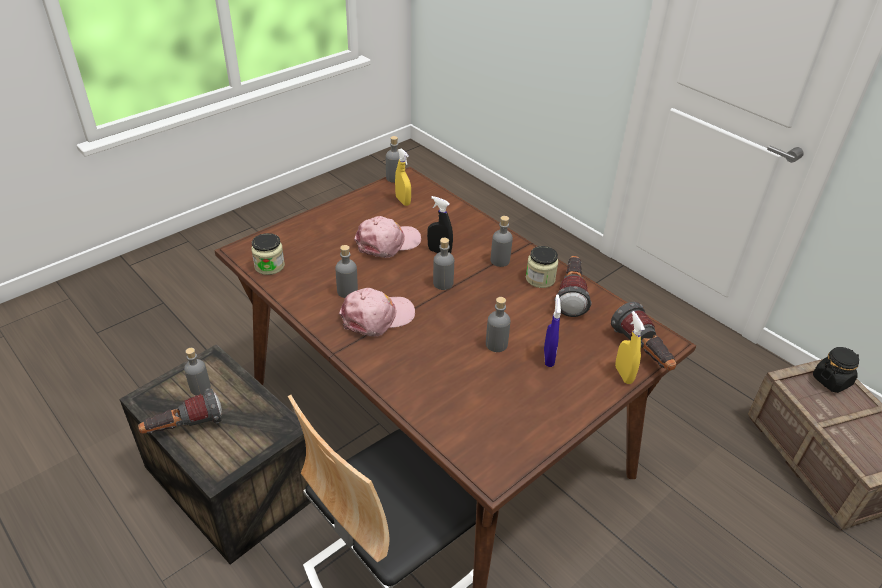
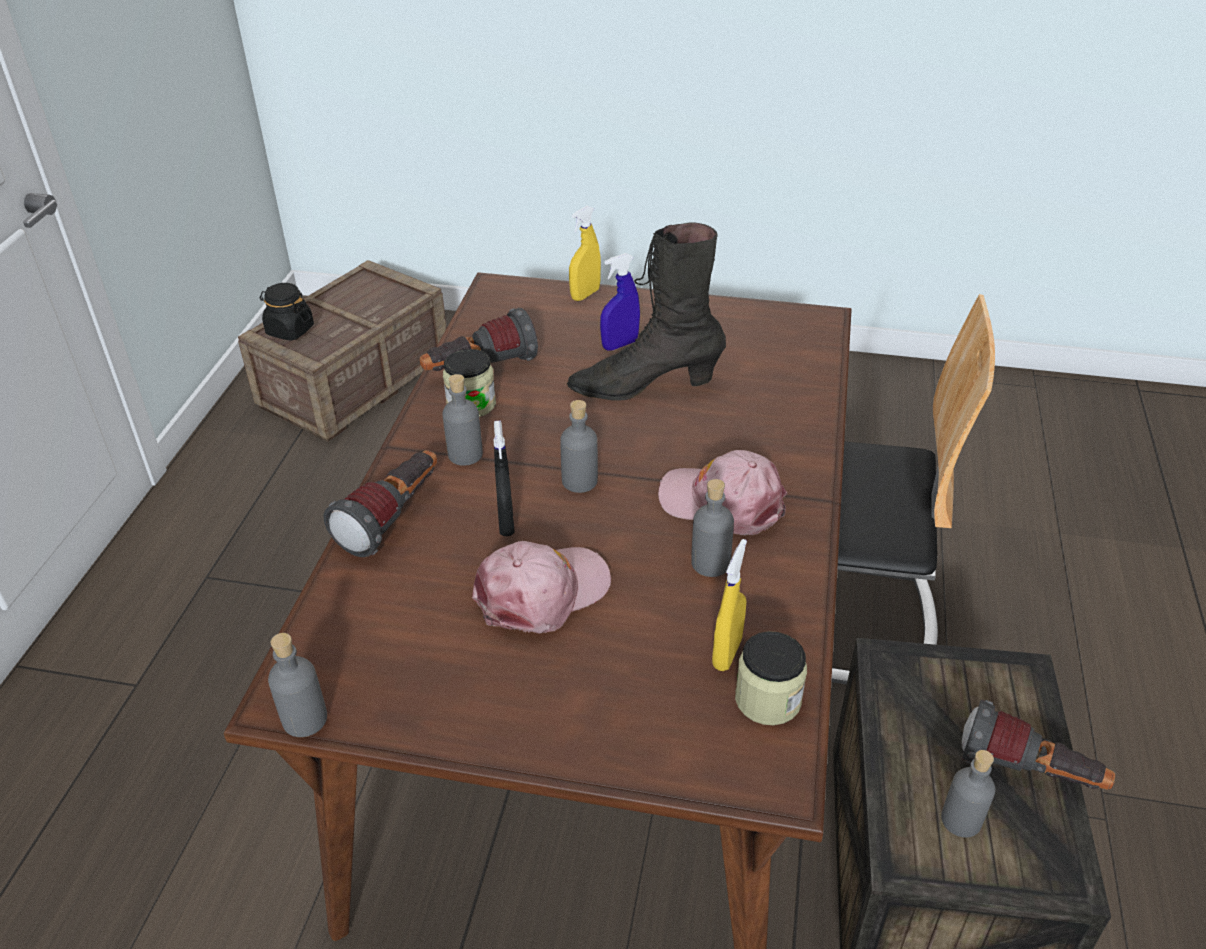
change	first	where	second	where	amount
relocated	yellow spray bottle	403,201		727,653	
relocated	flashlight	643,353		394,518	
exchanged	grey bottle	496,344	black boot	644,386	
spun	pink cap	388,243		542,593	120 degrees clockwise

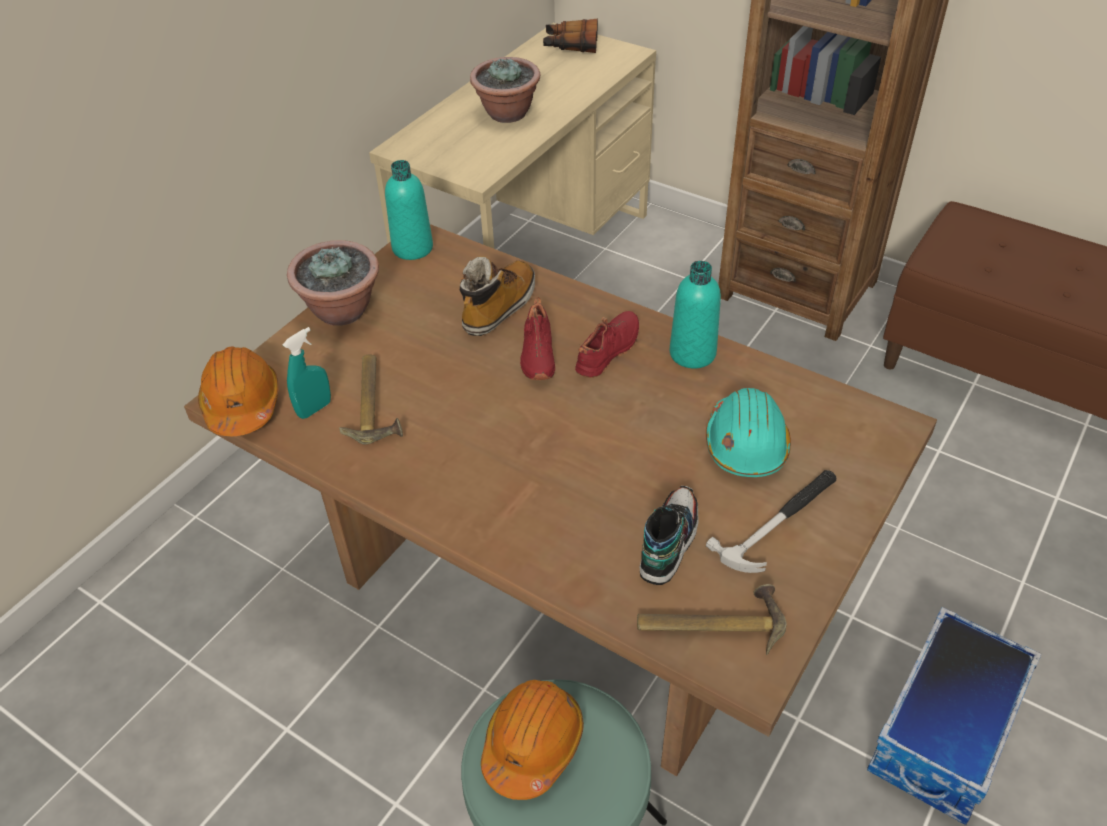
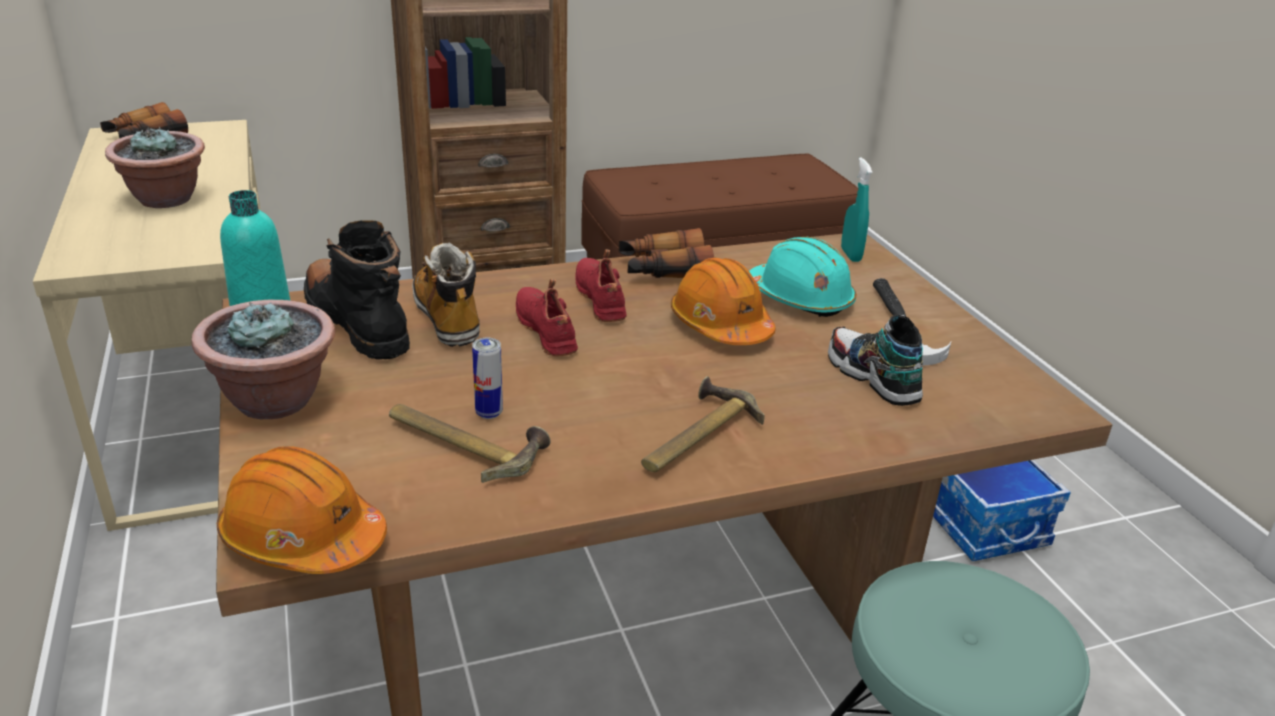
change	first	where	second	where	amount
appeared			black boot	358,323	
appeared			can	489,413	
relocated	turquoise spray bottle	314,409		850,255	
relocated	orange hard hat	532,744		720,325	
relocated	hammer	710,622		694,435	
exchanged	turquoise bottle	692,353	binoculars	663,270	
spun	red shoe	536,355		548,331	150 degrees counterclockwise

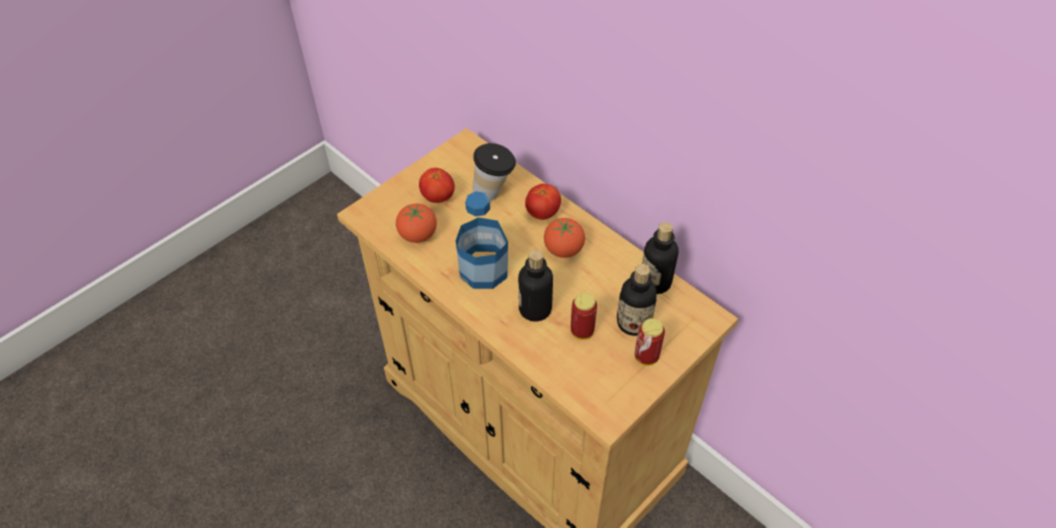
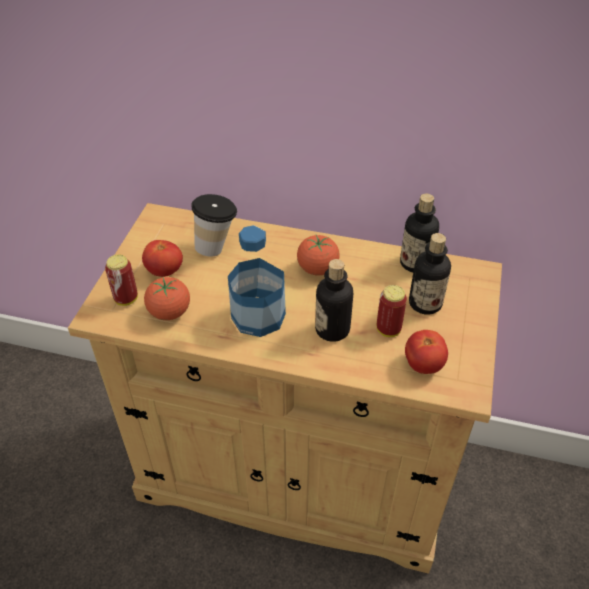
change	first	where	second	where	amount
relocated	tomato	542,213		423,365	
relocated	can	646,357		126,299	

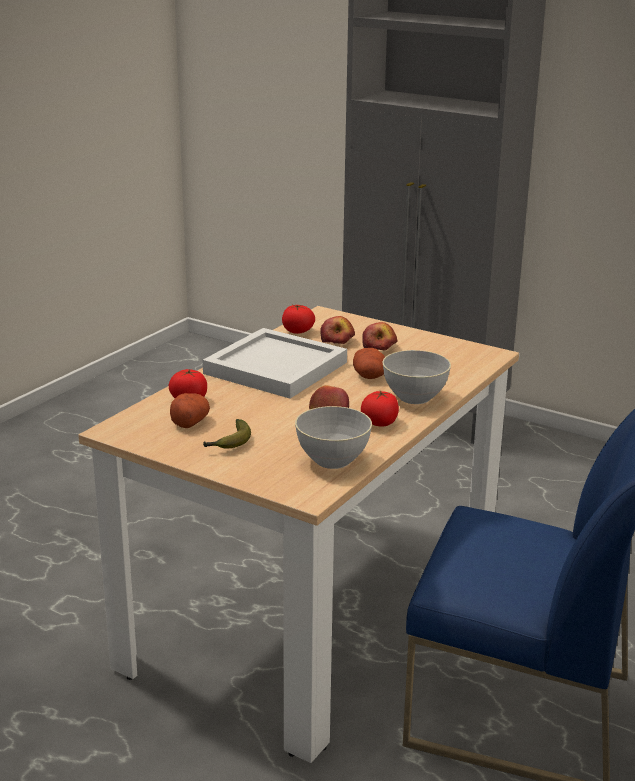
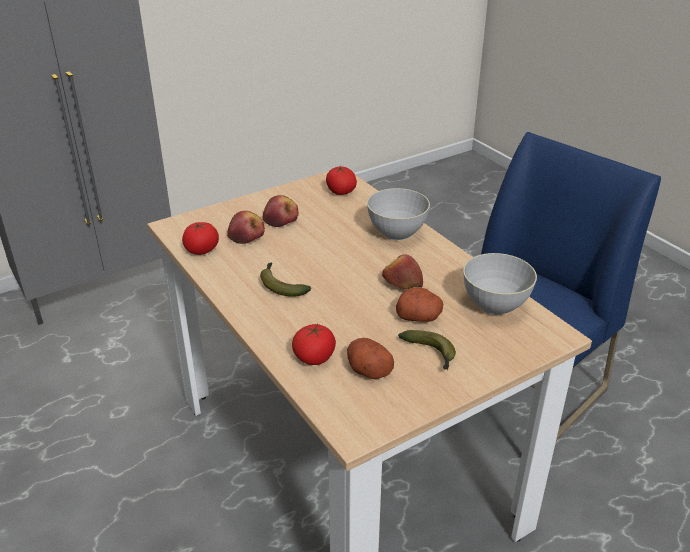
change	first	where	second	where	amount
relocated	potato	370,376		419,317	
relocated	tomato	379,423		341,192	
exchanged	white tray	276,369	banana	281,285	

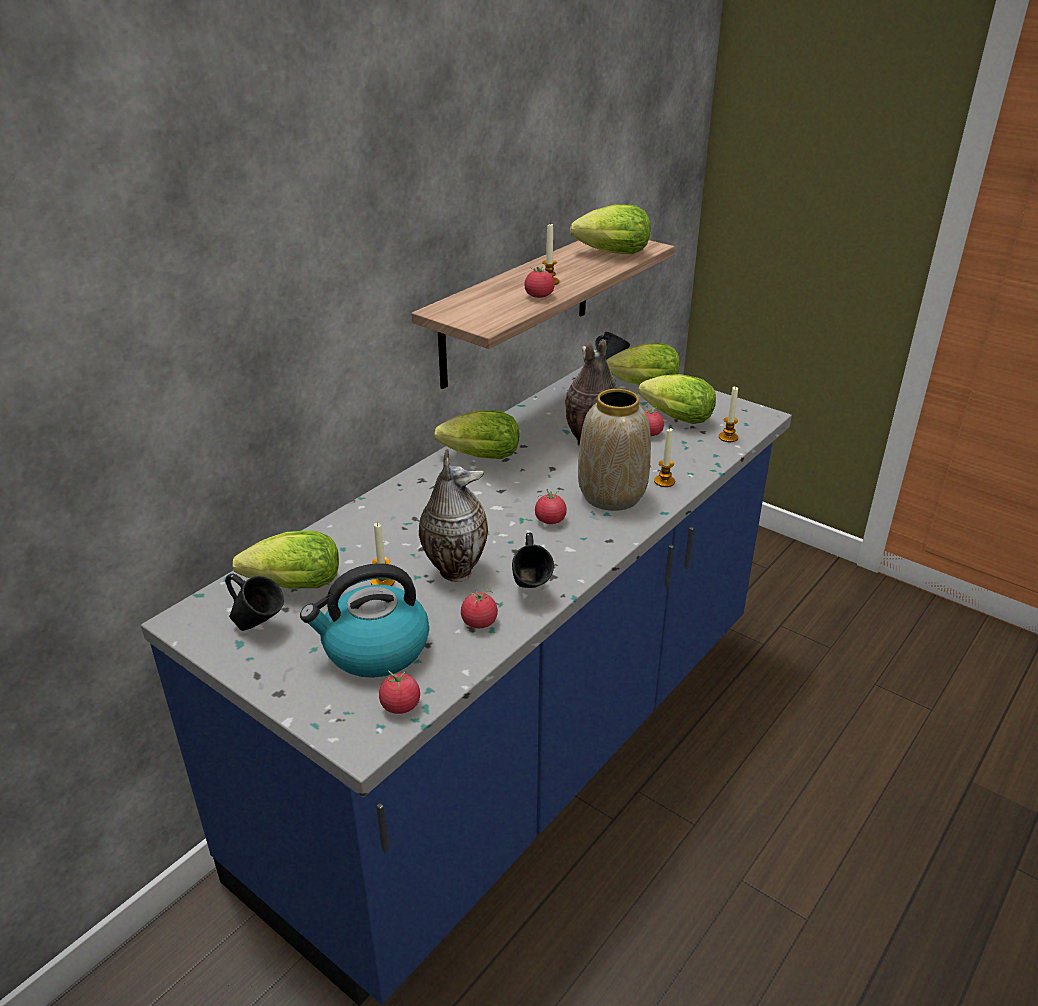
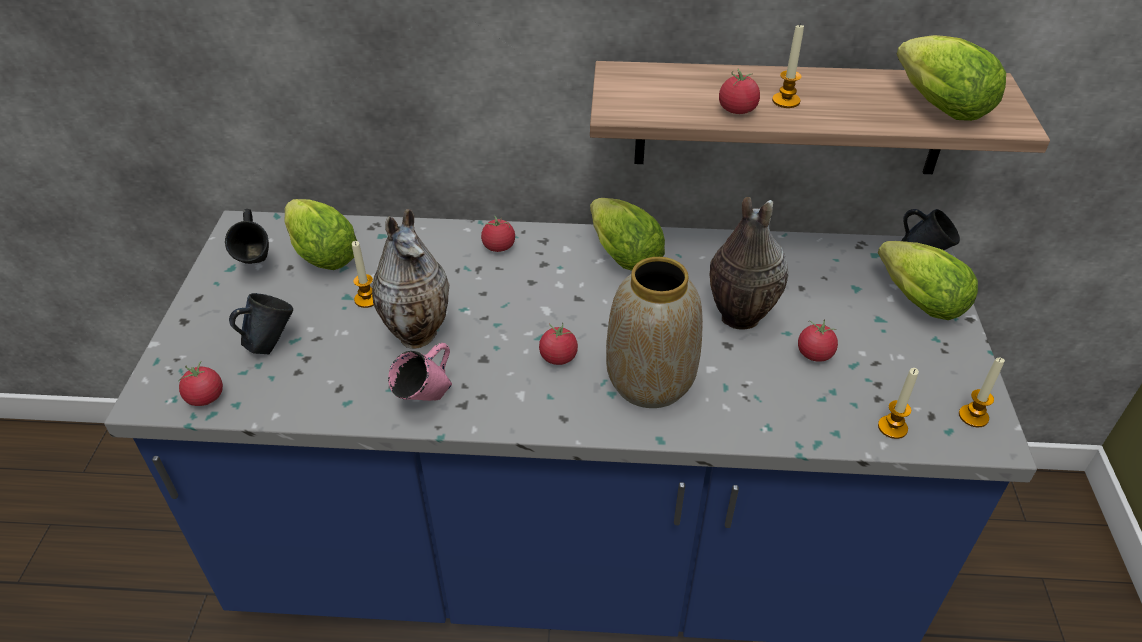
change	first	where	second	where	amount
missing	lettuce	673,418			
relocated	tomato	479,622		499,247	
relocated	candle	664,481		973,416	
exchanged	kettle	374,649	blue mug	270,344	
colour	black mug	530,591	pink mug	426,400	

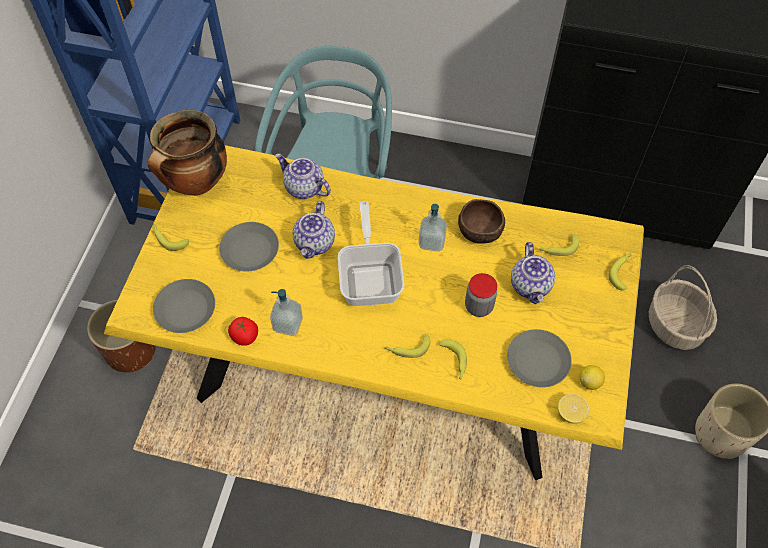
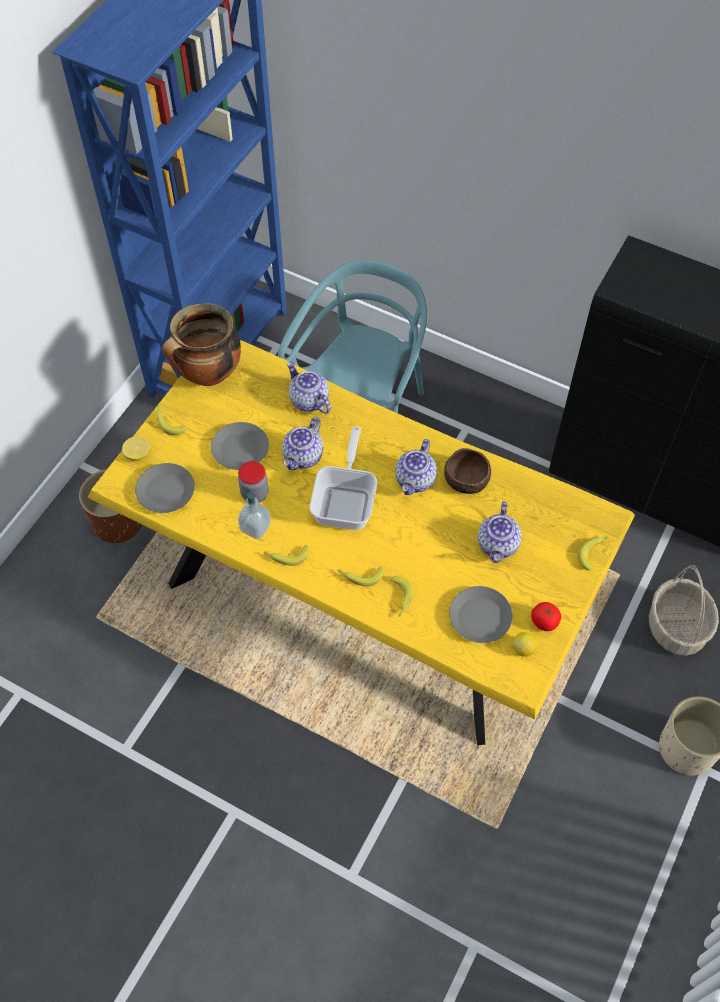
change	first	where	second	where	amount
relocated	tomato	245,336		544,621	
relocated	jar	479,306		254,494	
relocated	banana	558,248		286,556	
relocated	lemon	570,413		137,454	
exchanged	soap dispenser	432,241	teapot	415,480	

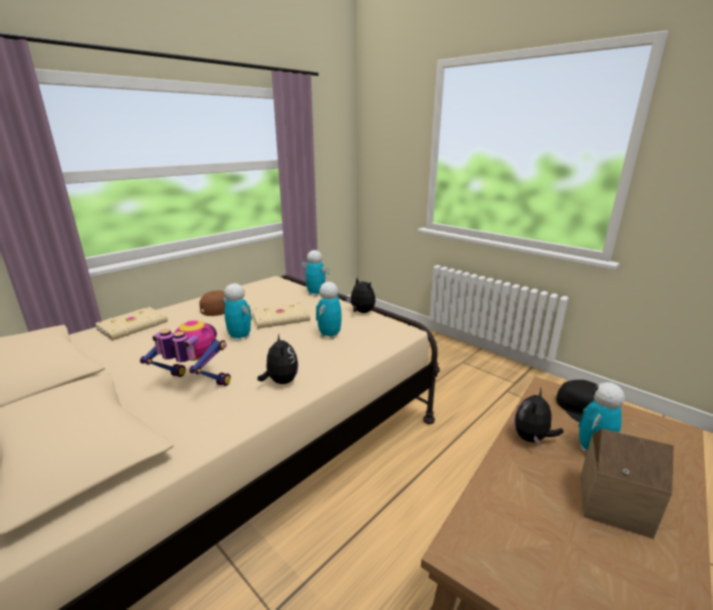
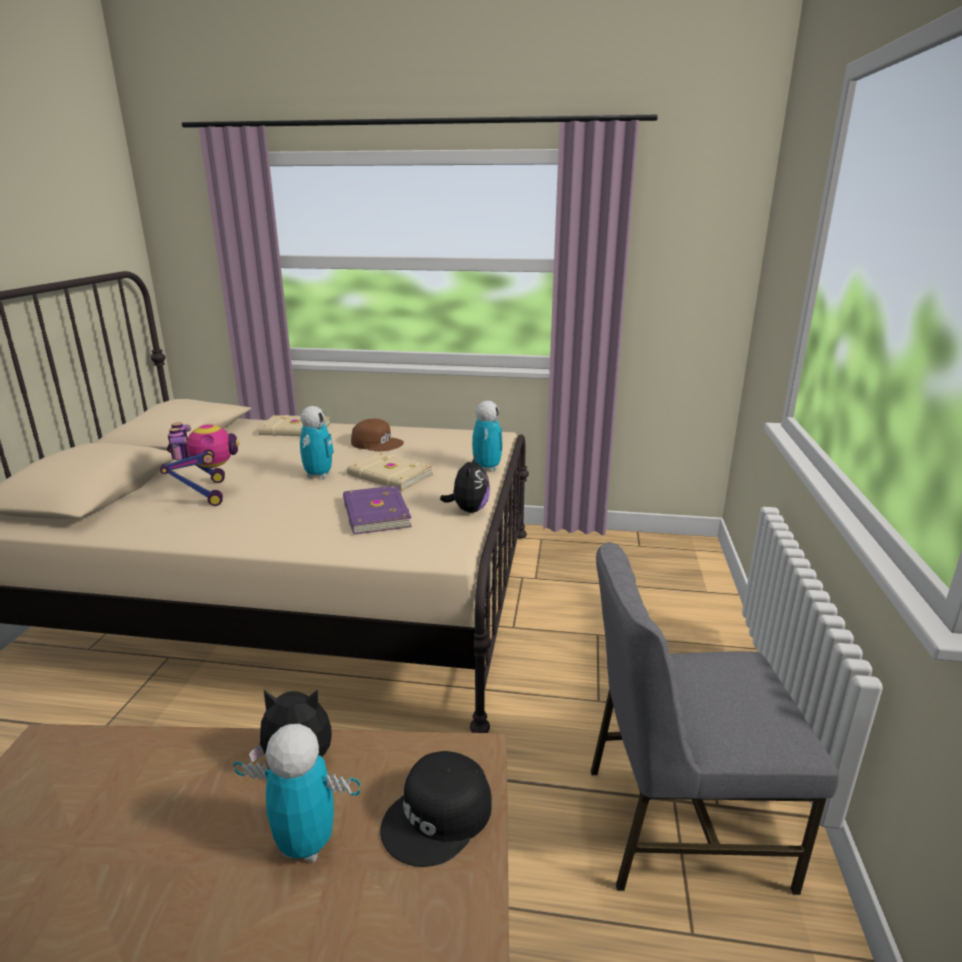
change	first	where	second	where	amount
missing	plush toy	281,381			
missing	toy house	612,501			
appeared			grey chair	679,822	
exchanged	toy robot	329,335	purple book	374,514	

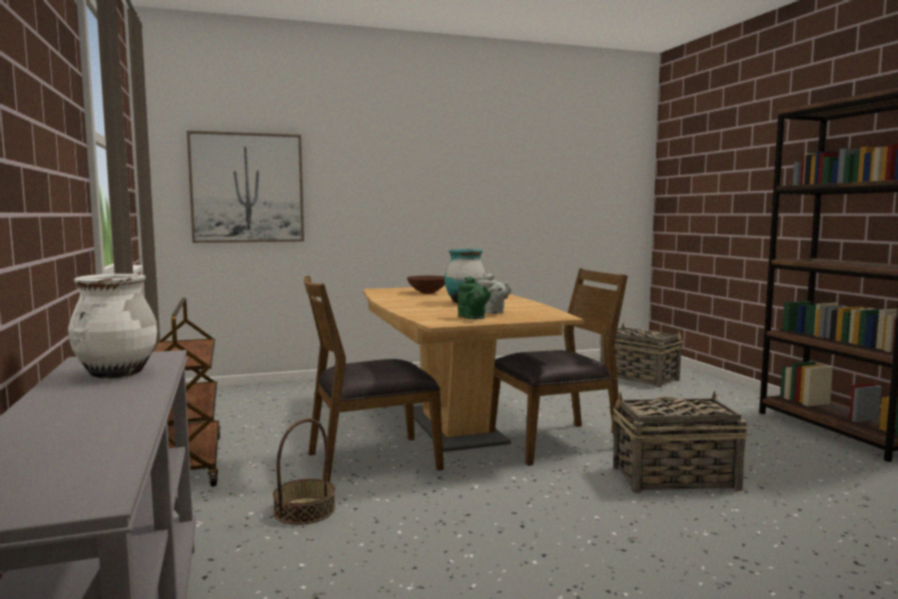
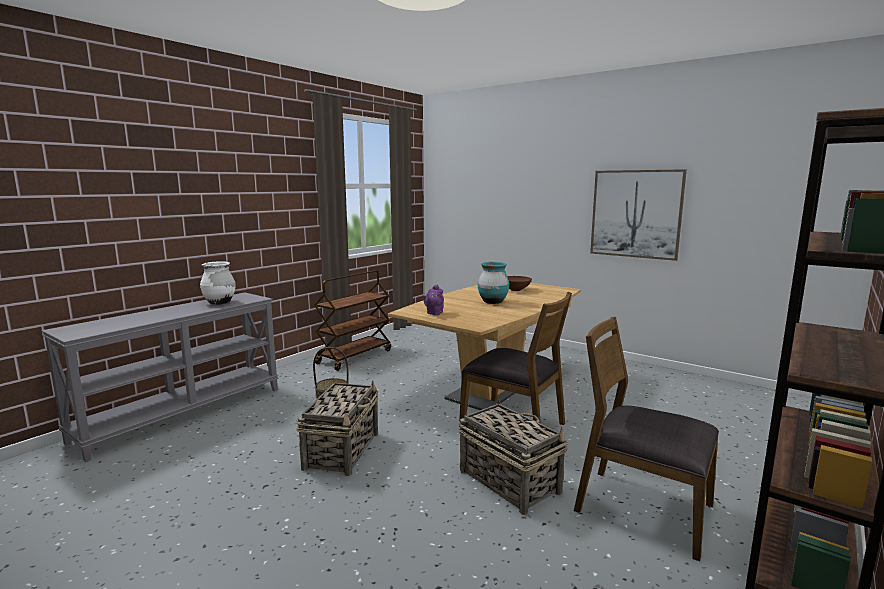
change	first	where	second	where	amount
missing	grey teapot	492,312			
relocated	picture	247,188		636,214	
relocated	brown chair	372,460		642,508	
relocated	basket	638,377		342,450	
colour	green teapot	473,318	purple teapot	434,313	

